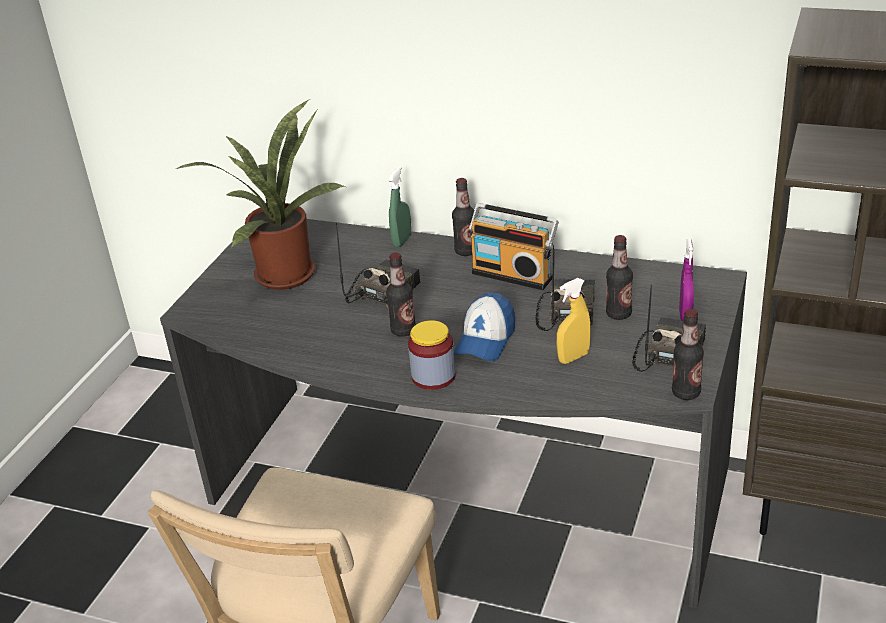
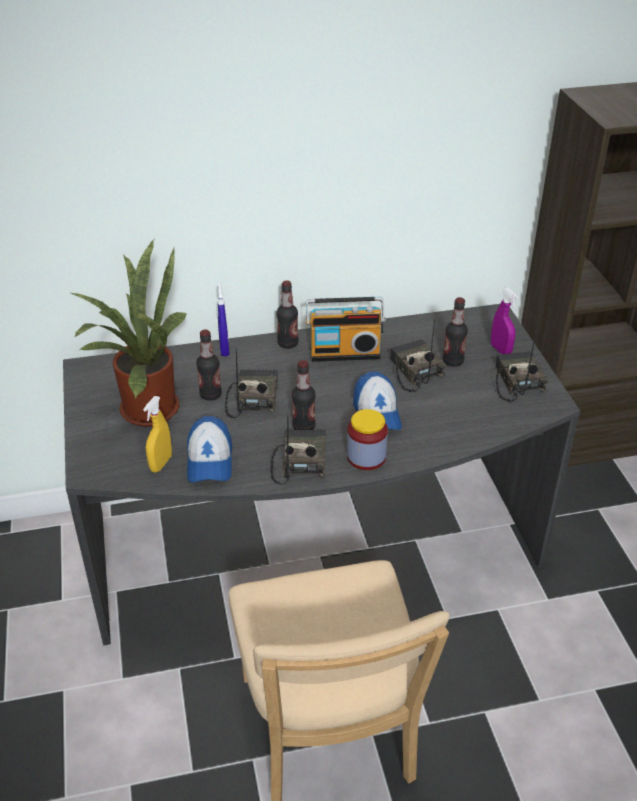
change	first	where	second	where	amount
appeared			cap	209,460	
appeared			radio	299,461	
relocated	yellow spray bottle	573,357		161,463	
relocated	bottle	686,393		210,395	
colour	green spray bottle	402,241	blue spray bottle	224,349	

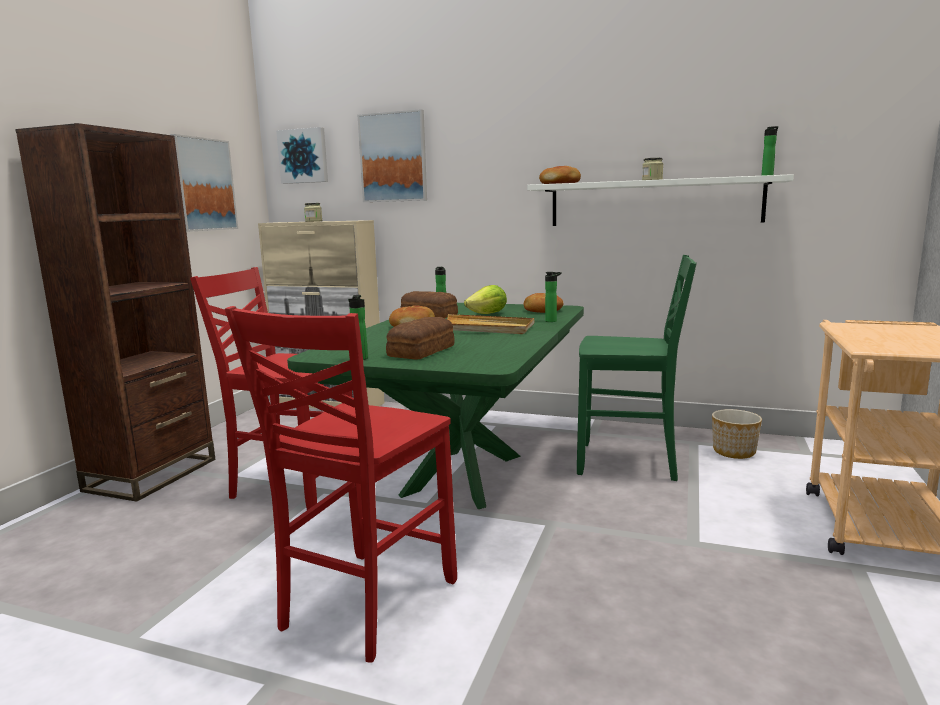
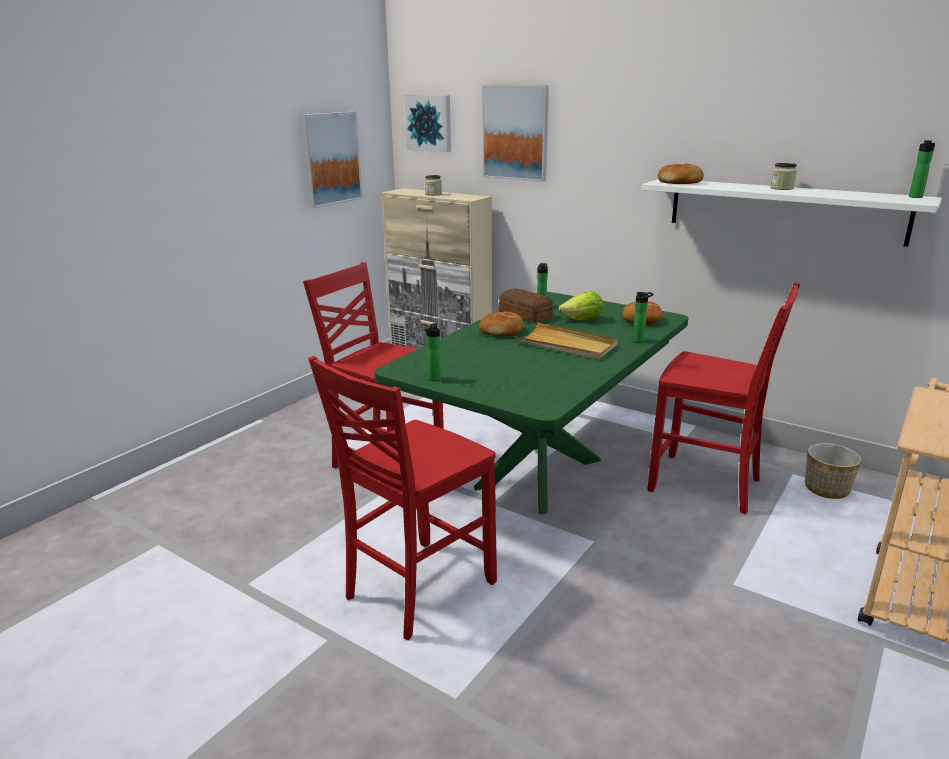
change	first	where	second	where	amount
missing	brown bookcase	152,475			
missing	bread	423,351			
colour	green chair	629,463	red chair	707,485	

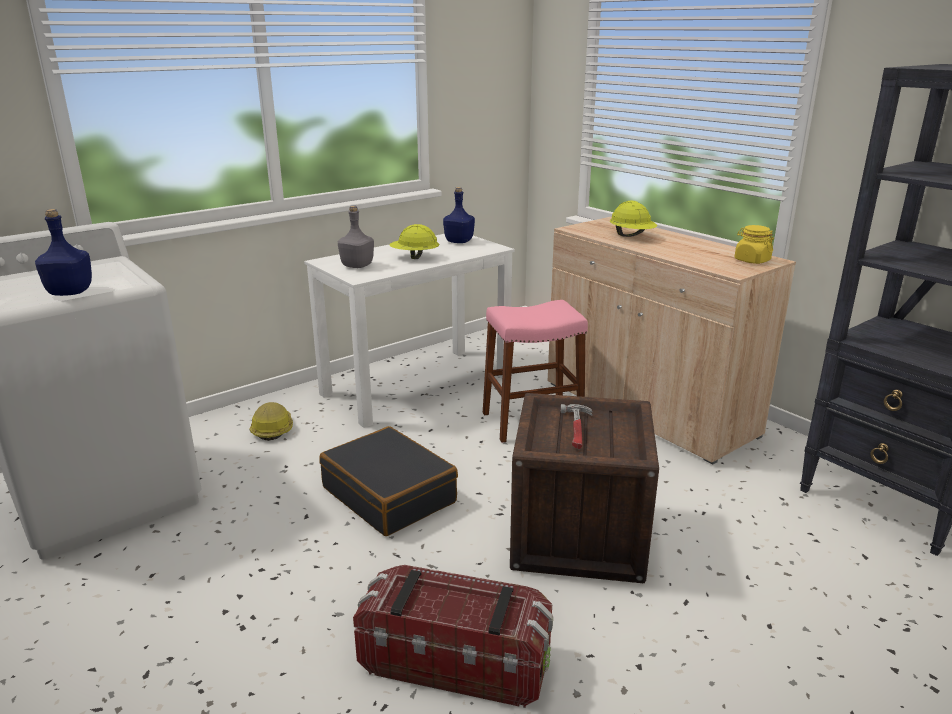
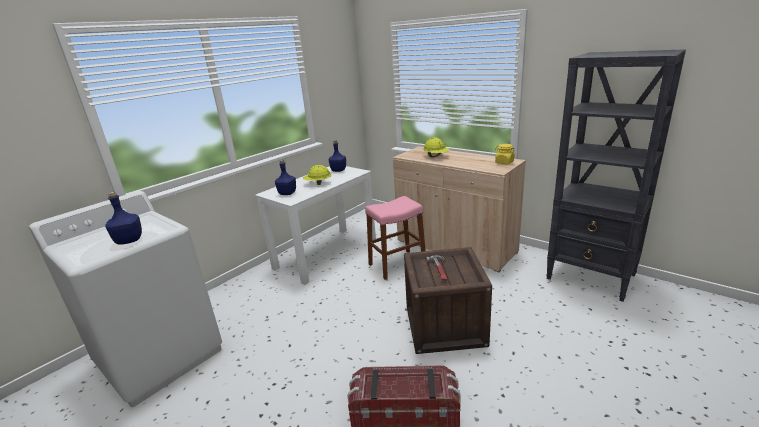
change	first	where	second	where	amount
missing	hard hat	272,429			
missing	black suitcase	389,495			
colour	grey bottle	357,265	blue bottle	287,193	

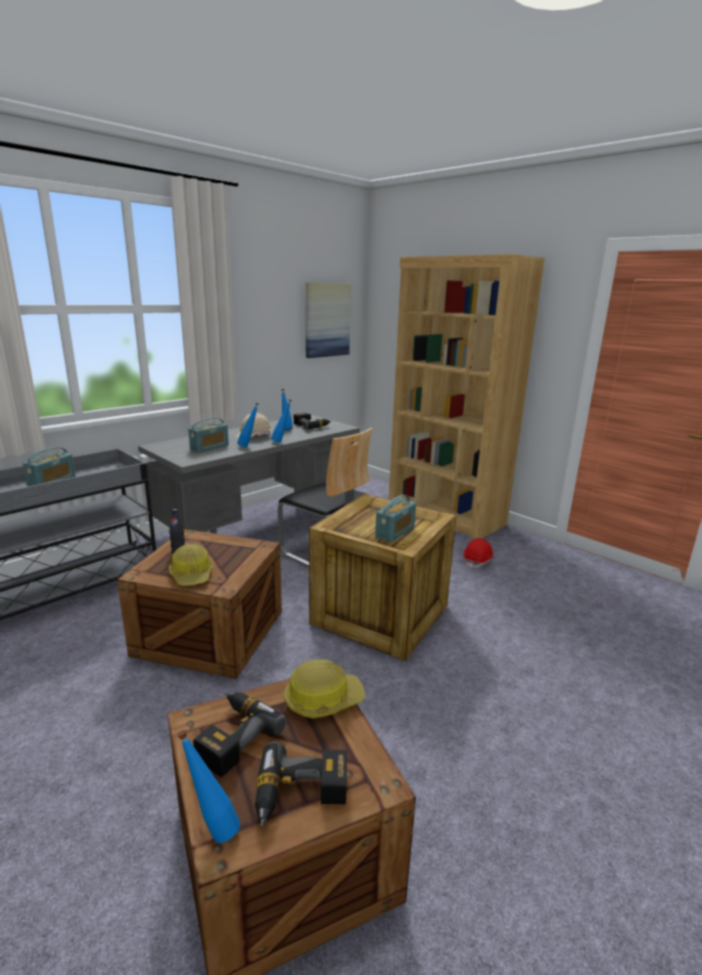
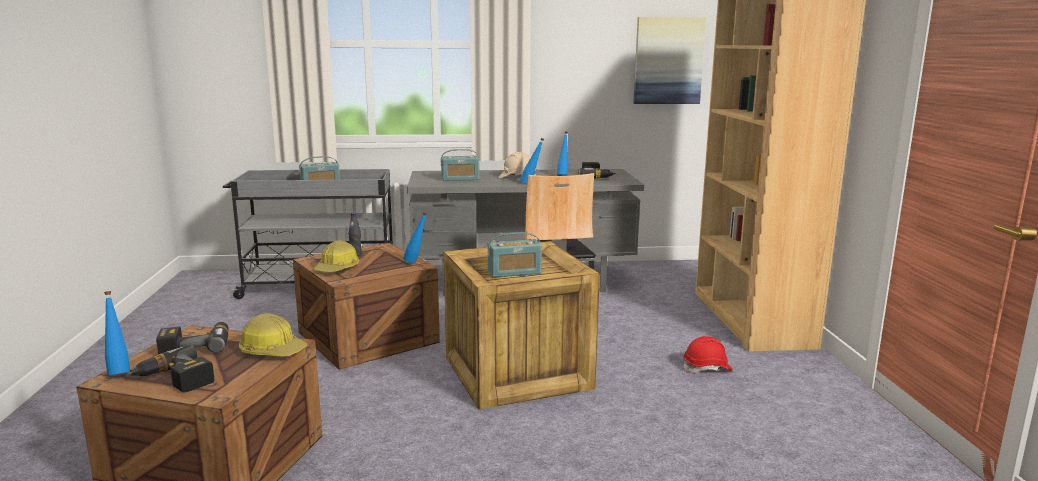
change	first	where	second	where	amount
relocated	blue bottle	248,446		416,262	

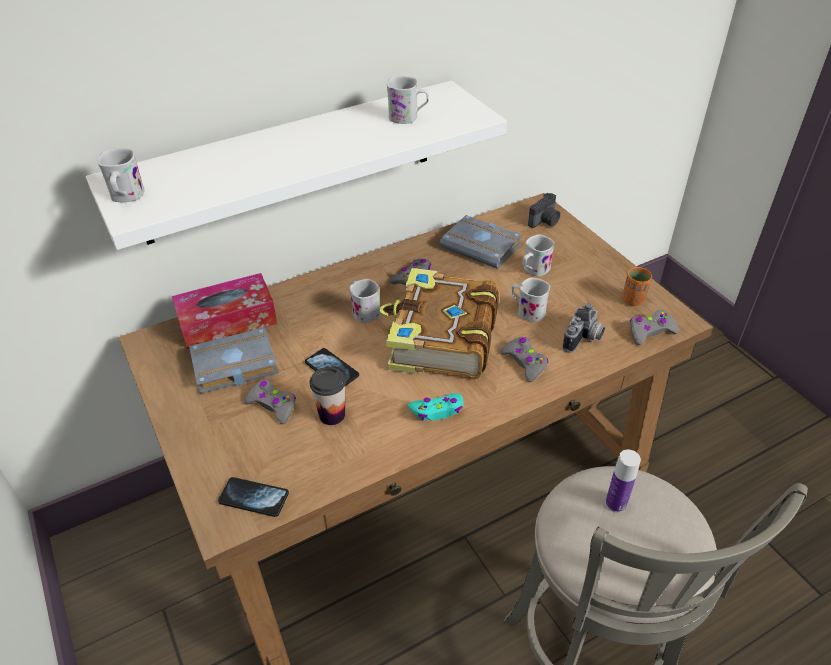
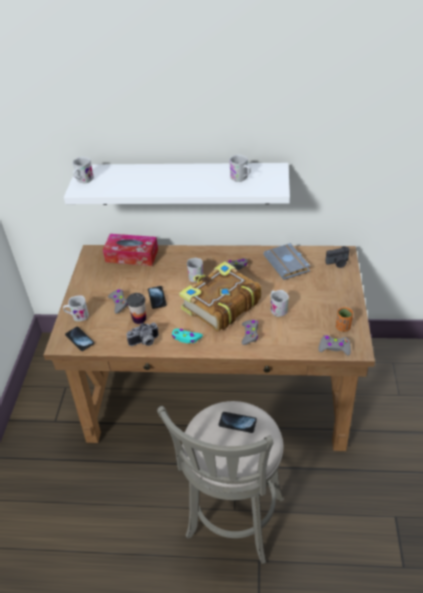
change	first	where	second	where	amount
missing	grey book	233,367			
relocated	white mug	533,270		77,316	
relocated	photo camera	584,339		145,342	
exchanged	bottle	616,504	phone	237,423	

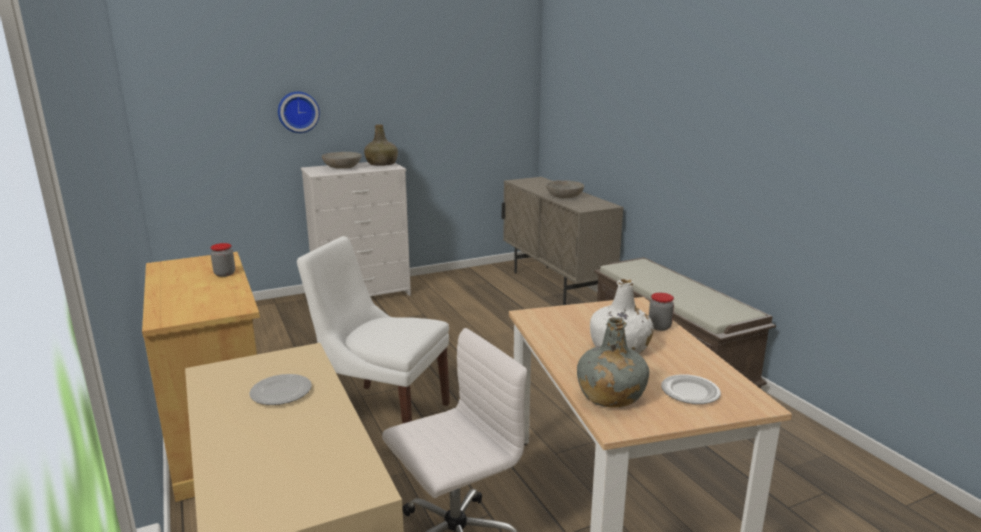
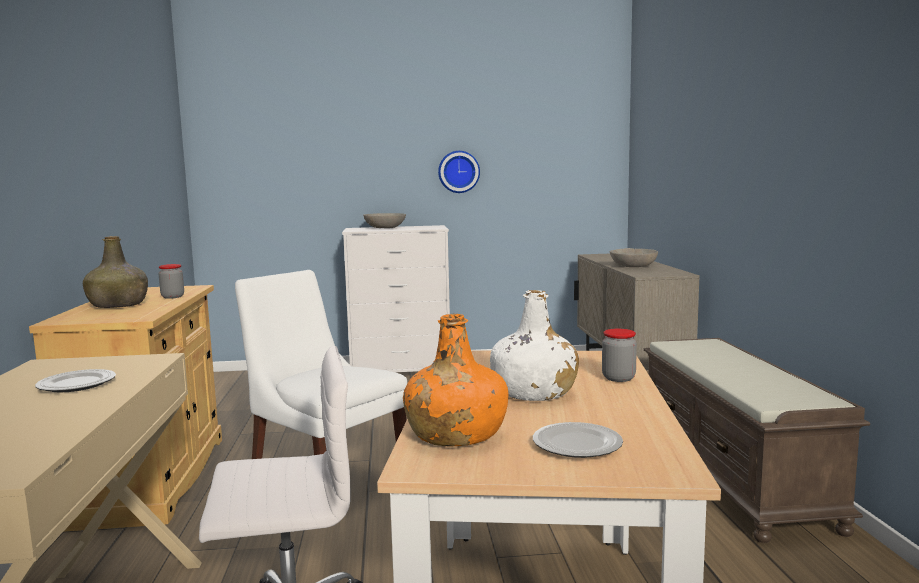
change	first	where	second	where	amount
relocated	wall clock	298,112		458,172	
relocated	green bottle	382,164		119,305	
colour	grey bottle	610,395	orange bottle	455,434	

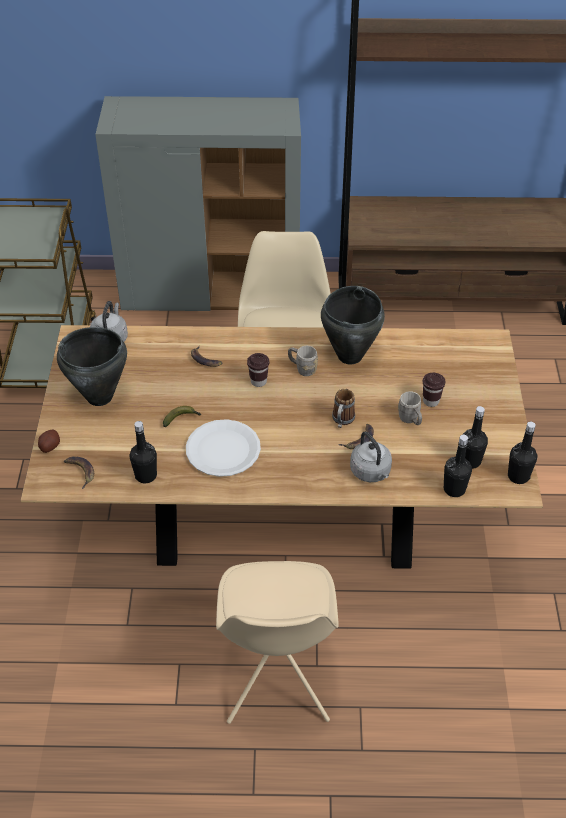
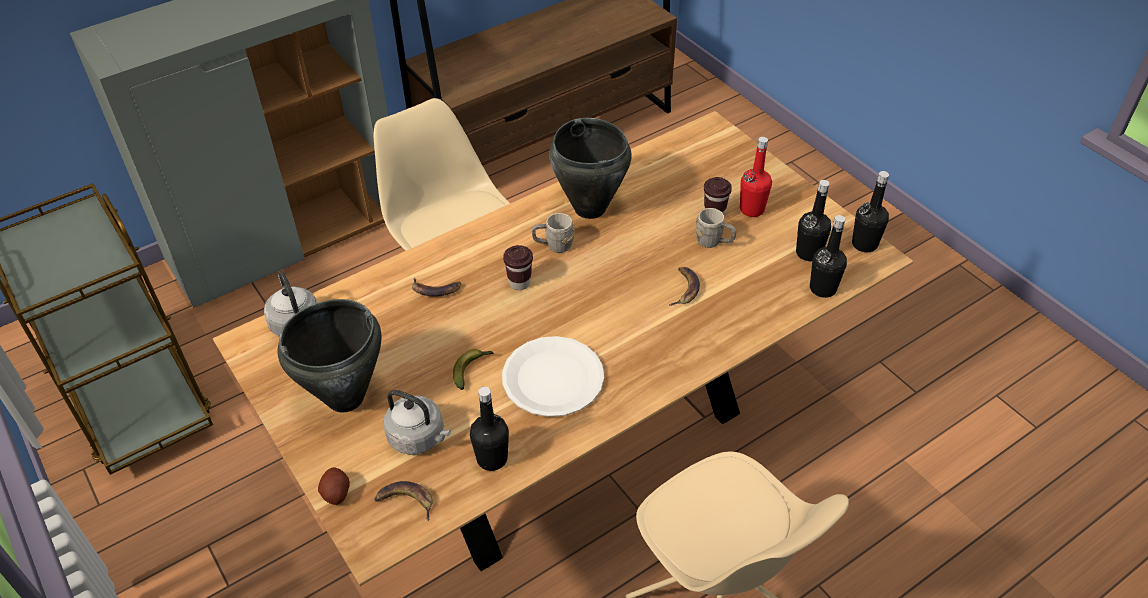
change	first	where	second	where	amount
missing	mug	342,421			
appeared			red bottle	752,209	
relocated	grey kettle	371,472		419,438	

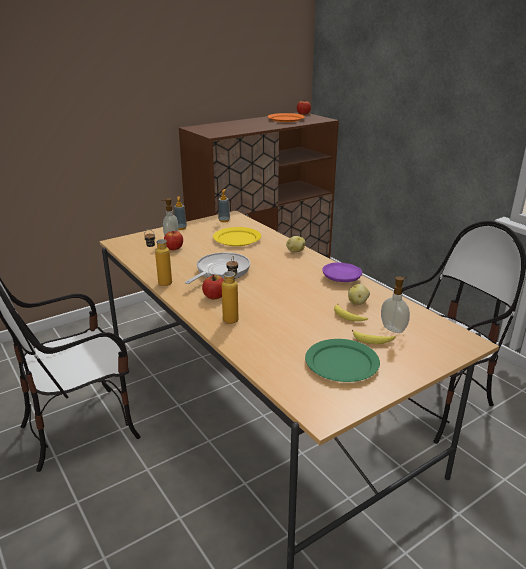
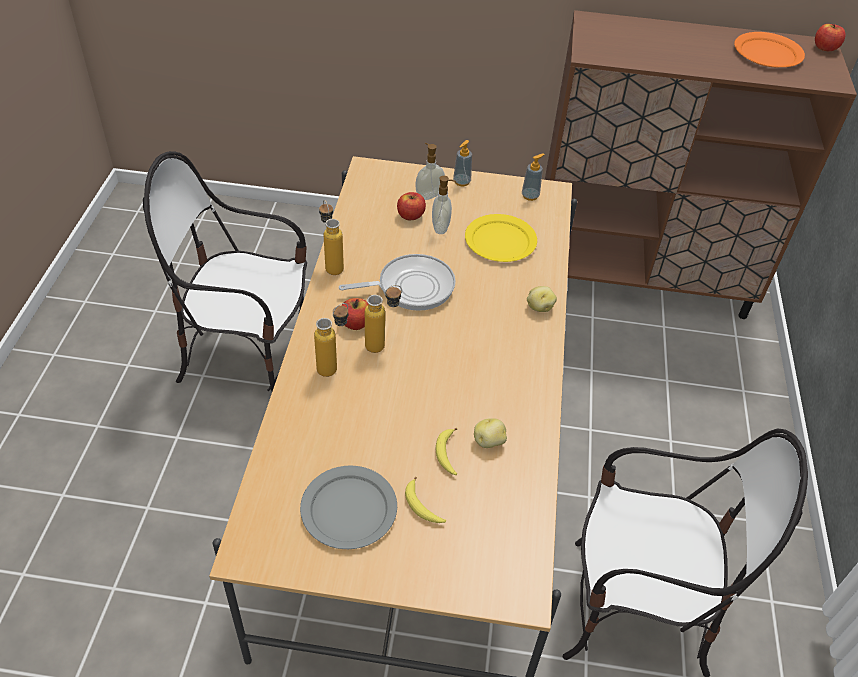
change	first	where	second	where	amount
missing	purple plate	342,278			
appeared			bottle	383,345	
relocated	soap dispenser	393,329		441,228	
colour	green plate	341,363	grey plate	348,510	

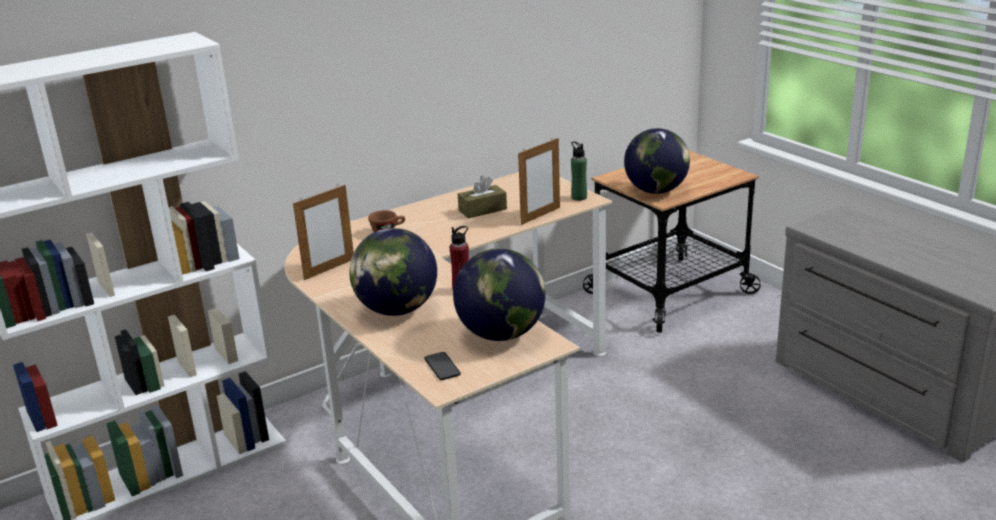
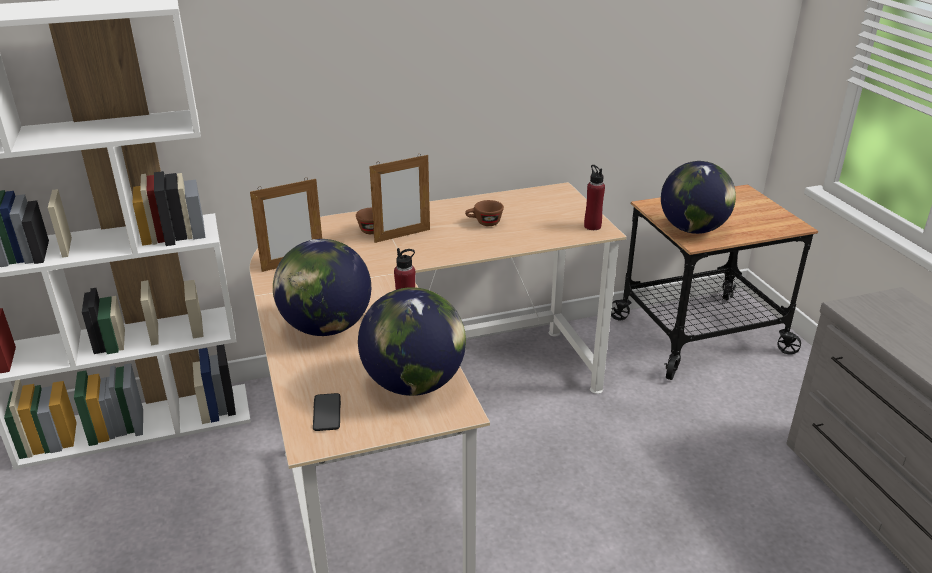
change	first	where	second	where	amount
relocated	picture frame	540,216		402,236	
exchanged	brown tissue box	482,210	brown cup	484,223	
colour	green bottle	579,197	red bottle	592,226	

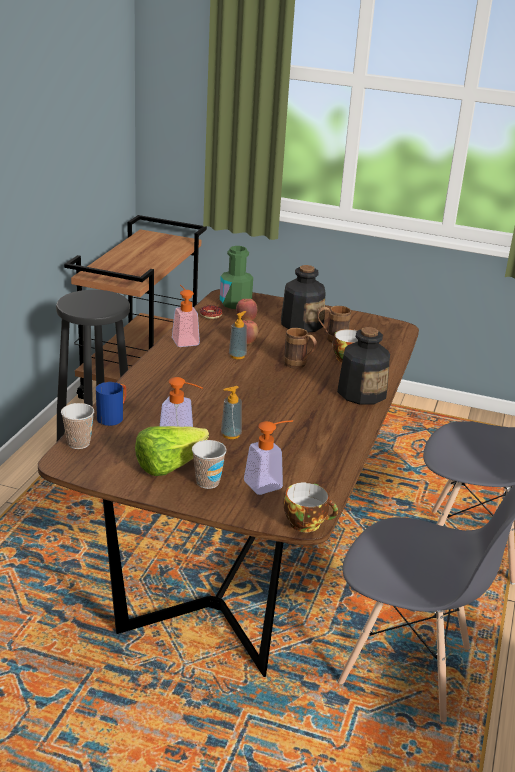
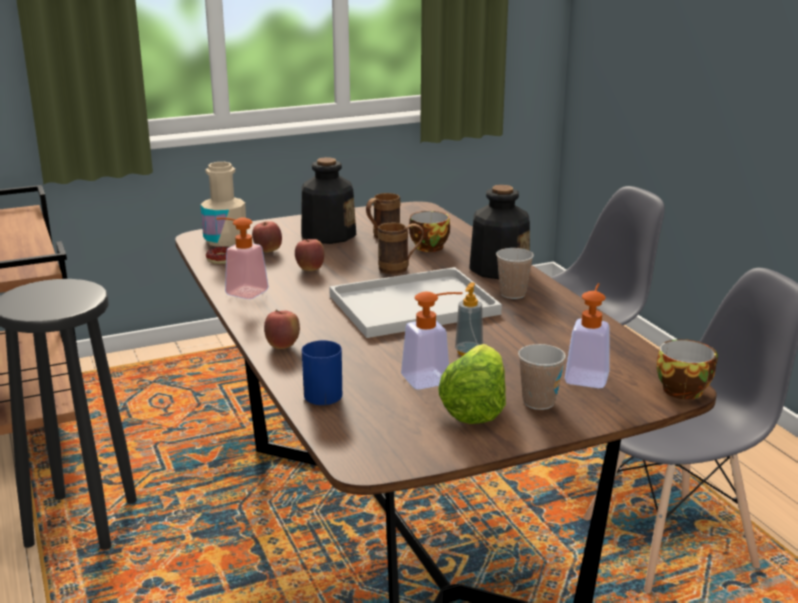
change	first	where	second	where	amount
missing	soap dispenser	237,356			
appeared			apple	283,346	
appeared			white tray	415,304	
relocated	cup	78,443		512,294	
colour	green bottle	235,303	beige bottle	225,240	

